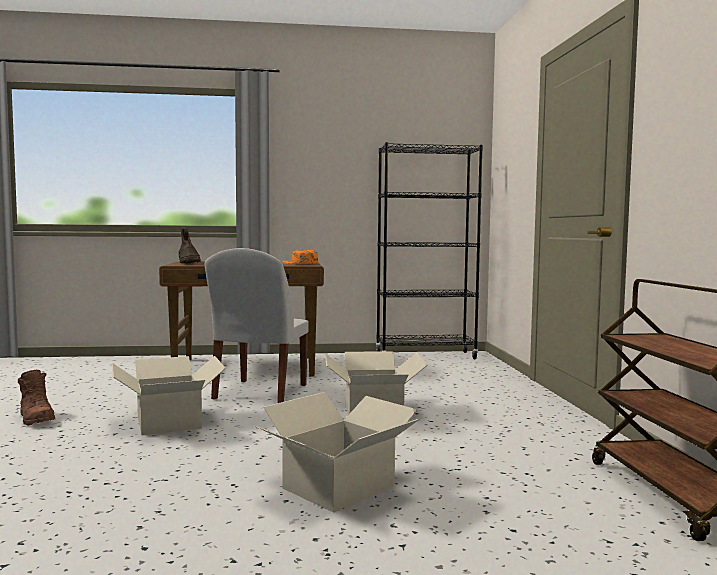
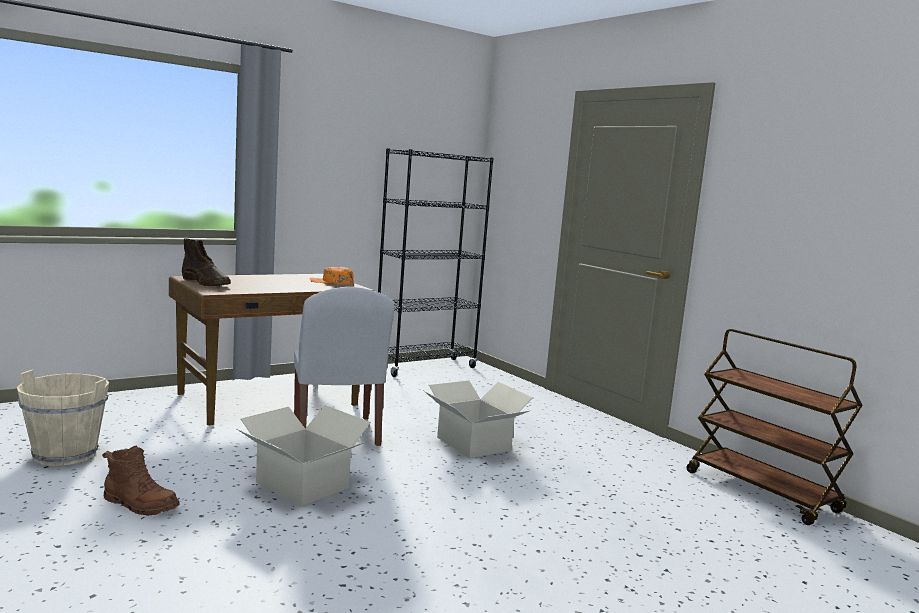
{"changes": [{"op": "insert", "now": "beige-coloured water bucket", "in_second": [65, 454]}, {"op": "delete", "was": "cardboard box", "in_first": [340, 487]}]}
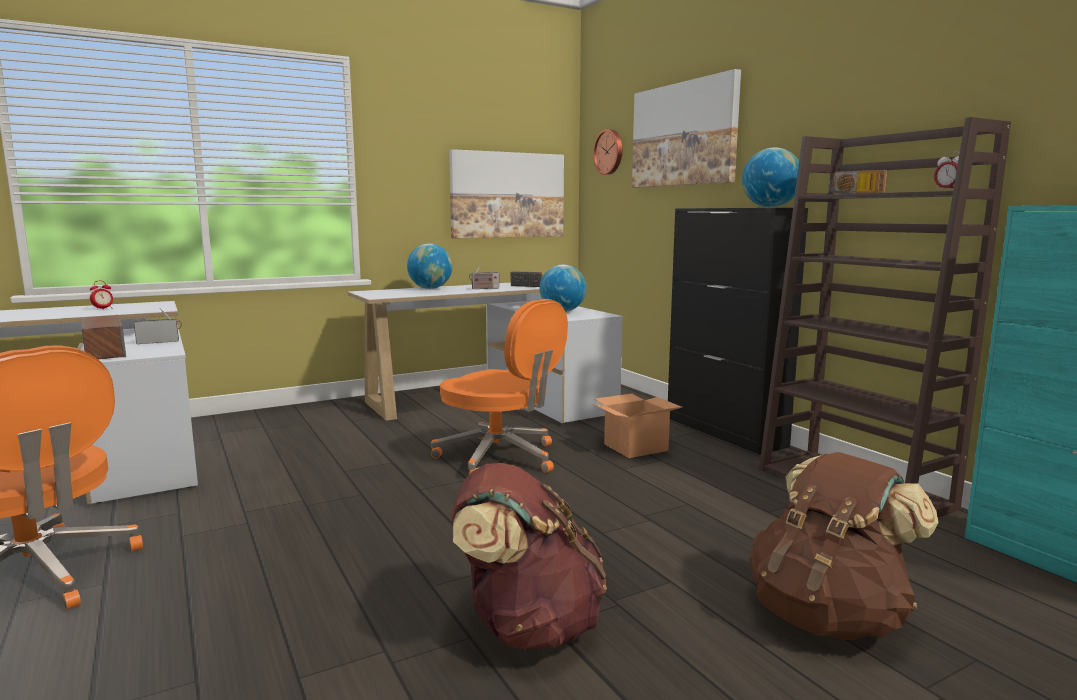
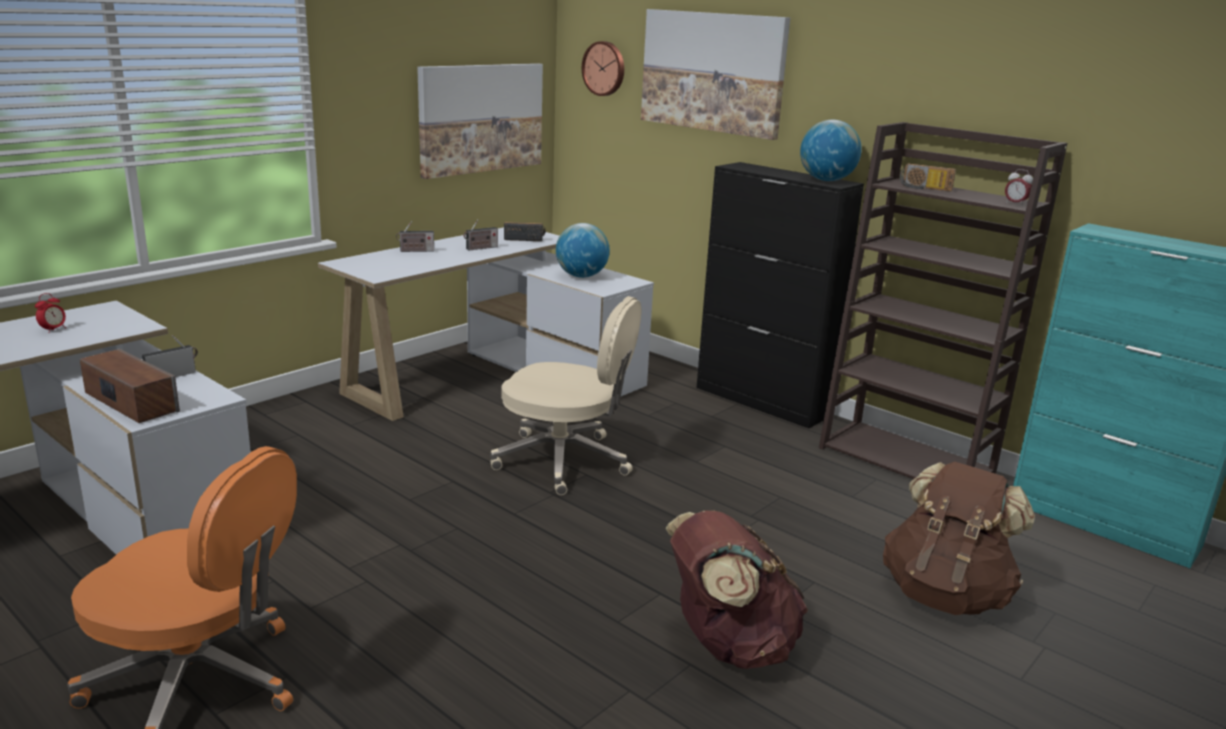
{"changes": [{"op": "replace", "was": "globe", "now": "radio", "in_first": [430, 288], "in_second": [415, 251]}, {"op": "recolor", "was": "orange-coloured office chair", "now": "beige-coloured office chair", "in_first": [500, 458], "in_second": [565, 461]}, {"op": "delete", "was": "cardboard box", "in_first": [635, 447]}]}
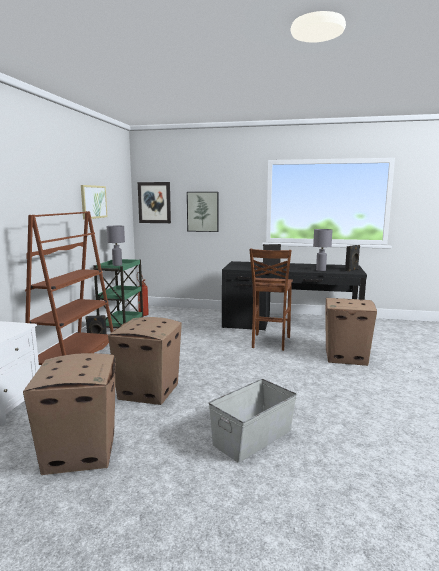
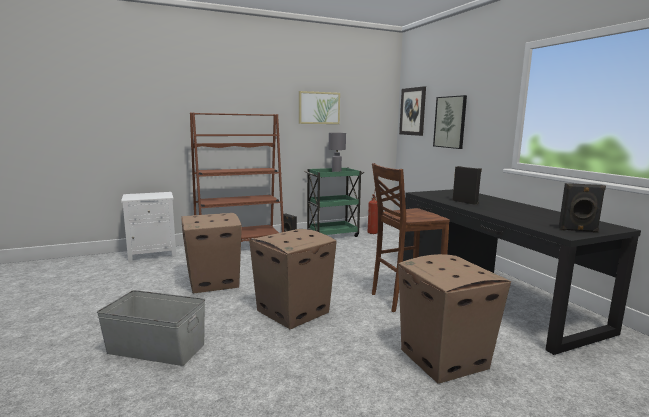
{"changes": [{"op": "move", "was": "cardboard box", "in_first": [80, 451], "in_second": [294, 311]}, {"op": "delete", "was": "greyish lamp for a table", "in_first": [321, 270]}]}
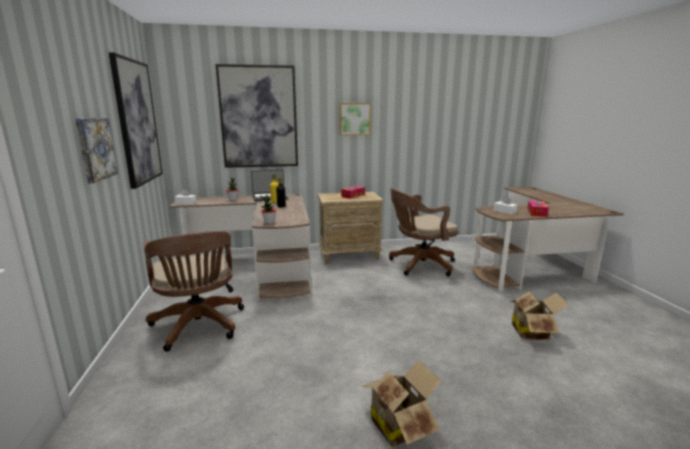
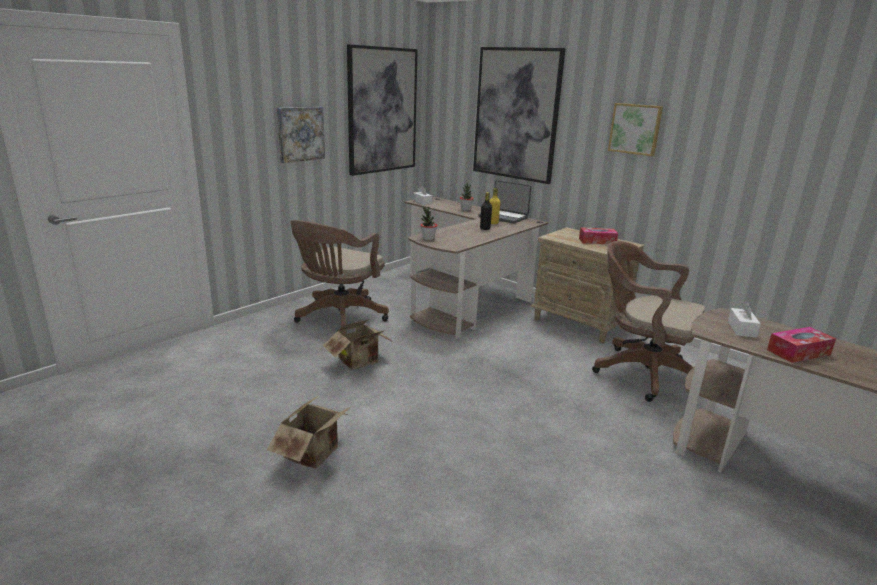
{"changes": [{"op": "move", "was": "cardboard box", "in_first": [532, 332], "in_second": [360, 362]}]}
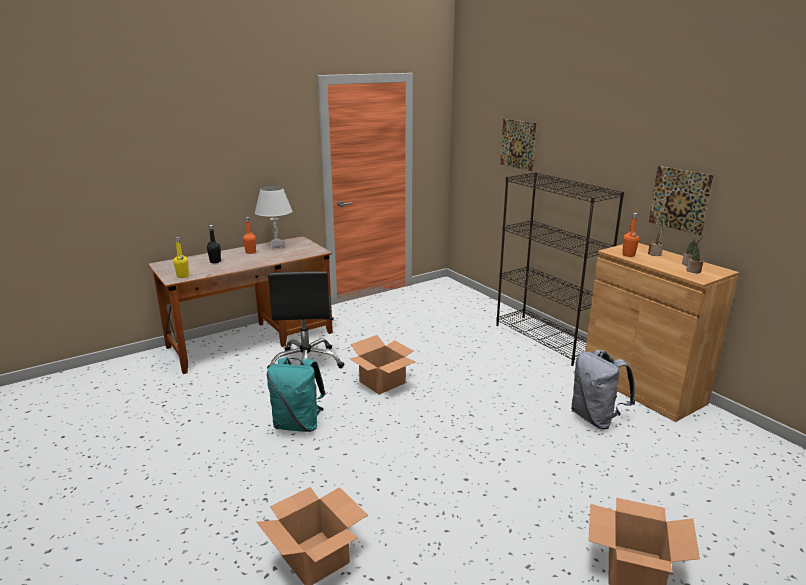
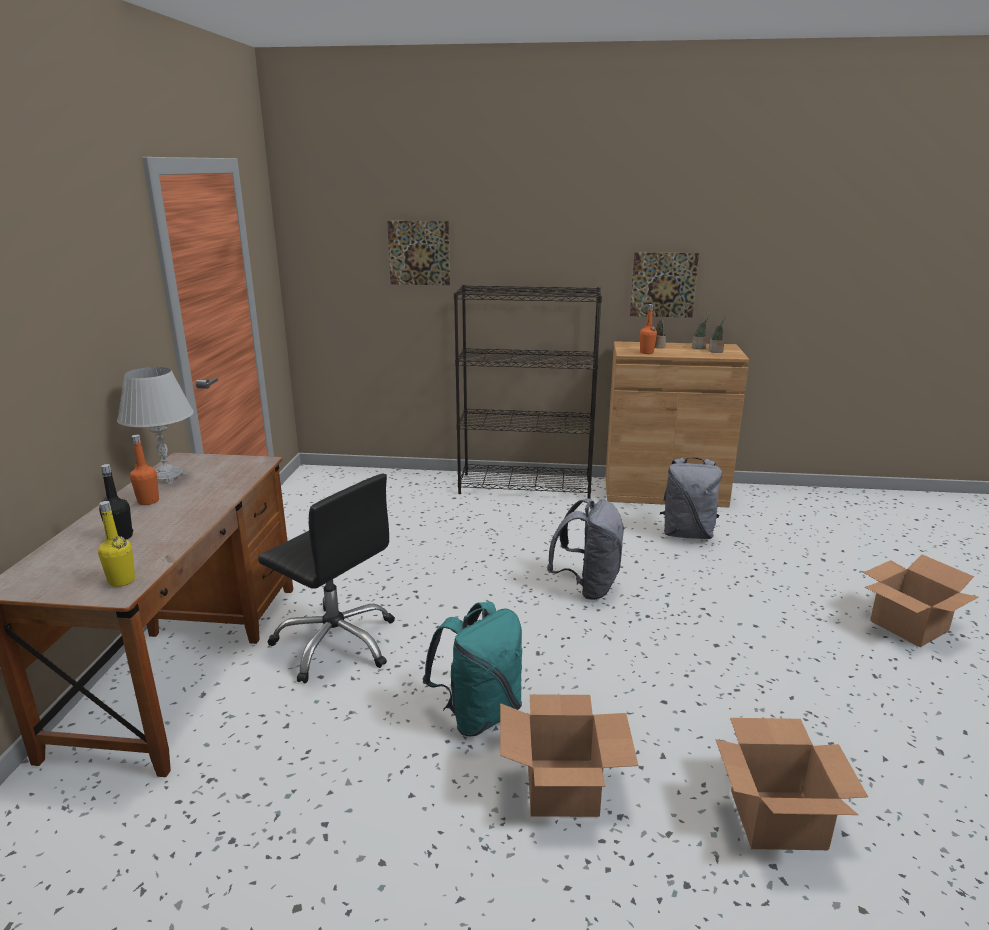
{"changes": [{"op": "move", "was": "cardboard box", "in_first": [382, 382], "in_second": [561, 787]}, {"op": "insert", "now": "greyish knapsack", "in_second": [587, 587]}]}
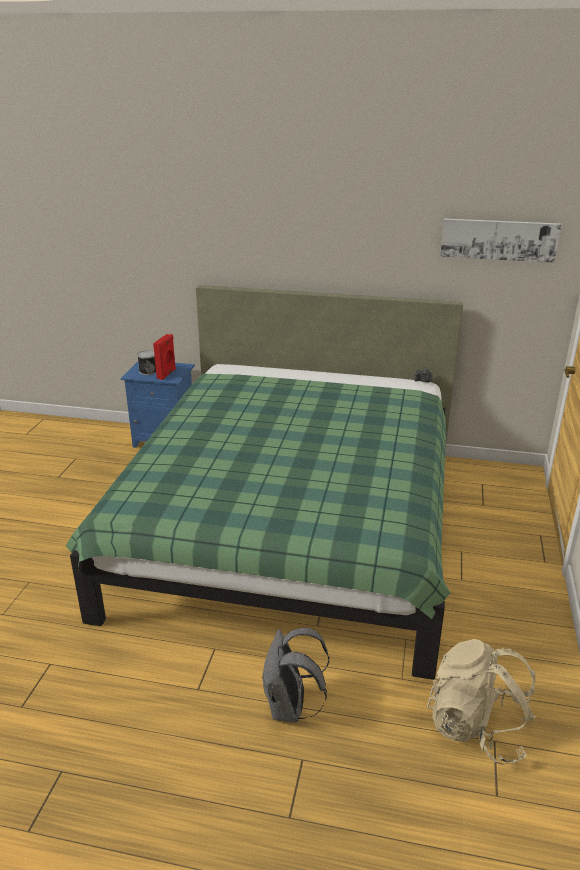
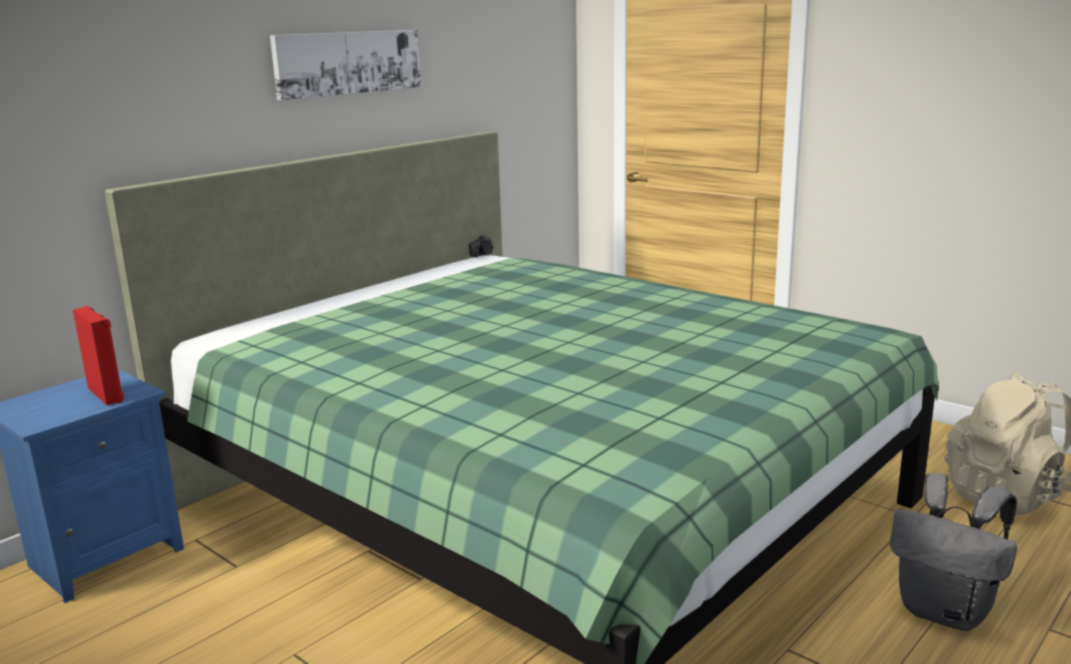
{"changes": [{"op": "move", "was": "picture", "in_first": [498, 239], "in_second": [348, 63]}, {"op": "delete", "was": "can", "in_first": [148, 371]}]}
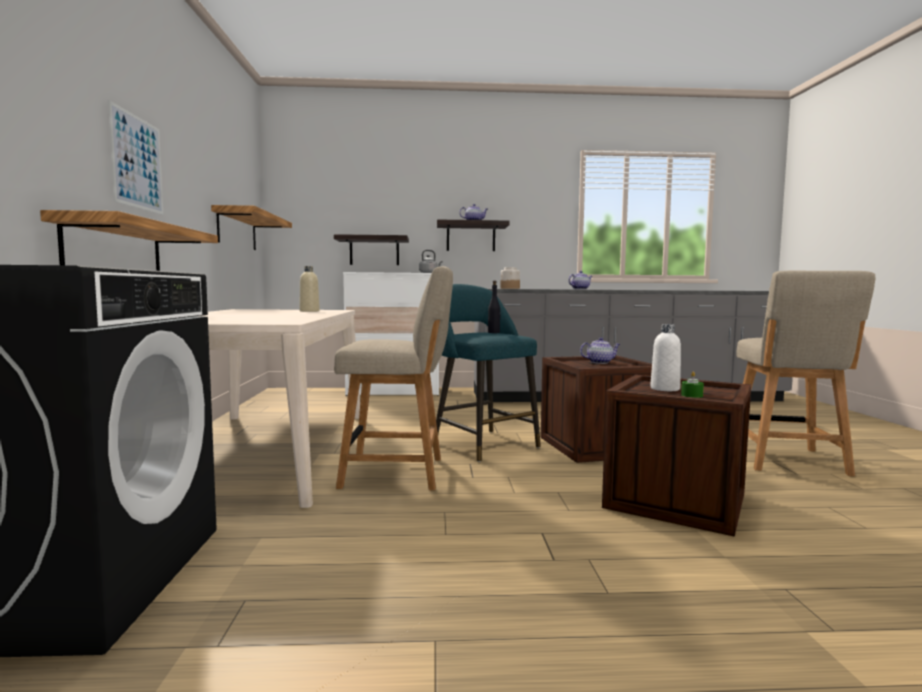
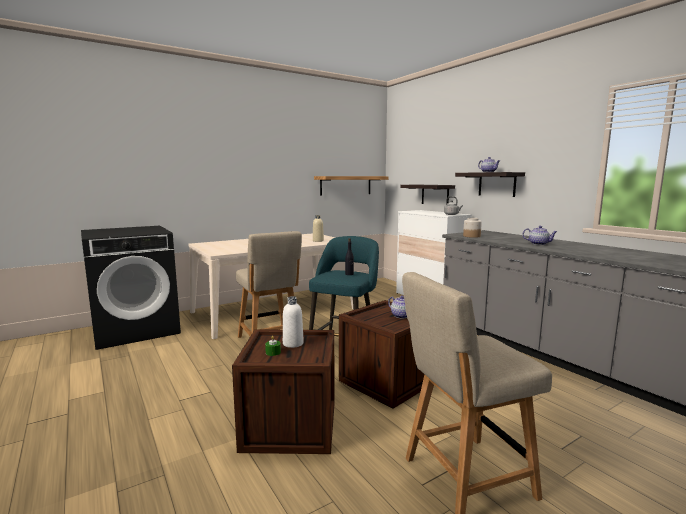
{"changes": [{"op": "delete", "was": "shelf", "in_first": [115, 250]}, {"op": "delete", "was": "picture", "in_first": [137, 162]}]}
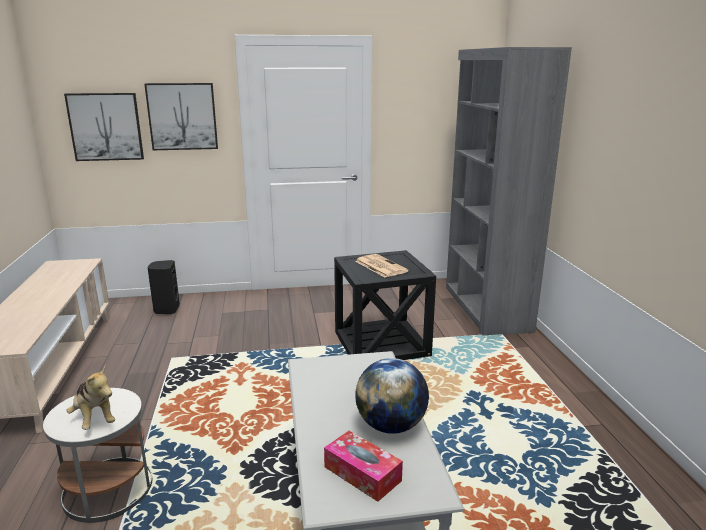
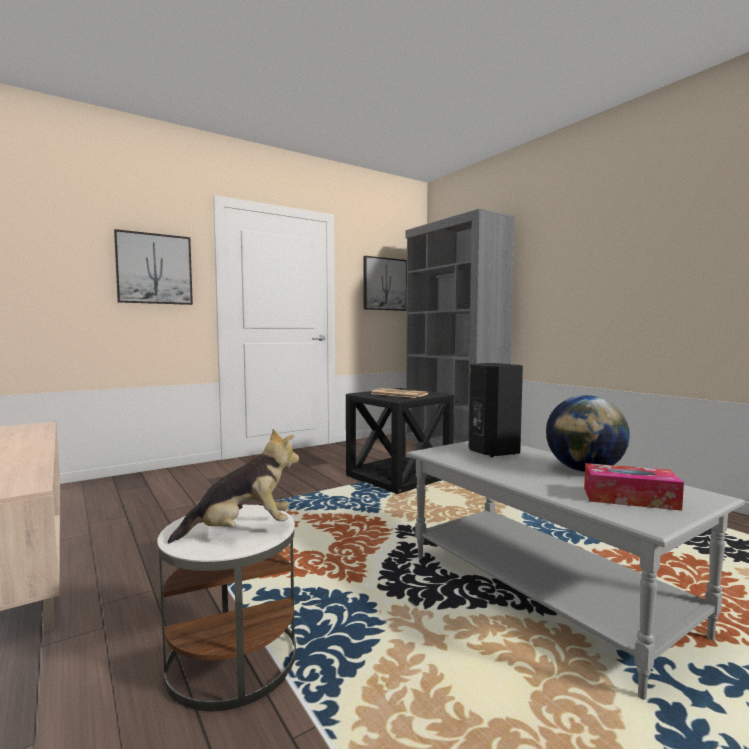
{"changes": [{"op": "rotate", "was": "cuddly toy", "in_first": [94, 418], "in_second": [242, 531], "clockwise": -45}, {"op": "move", "was": "picture", "in_first": [106, 127], "in_second": [384, 284]}, {"op": "move", "was": "black loudspeaker", "in_first": [166, 310], "in_second": [491, 452]}]}
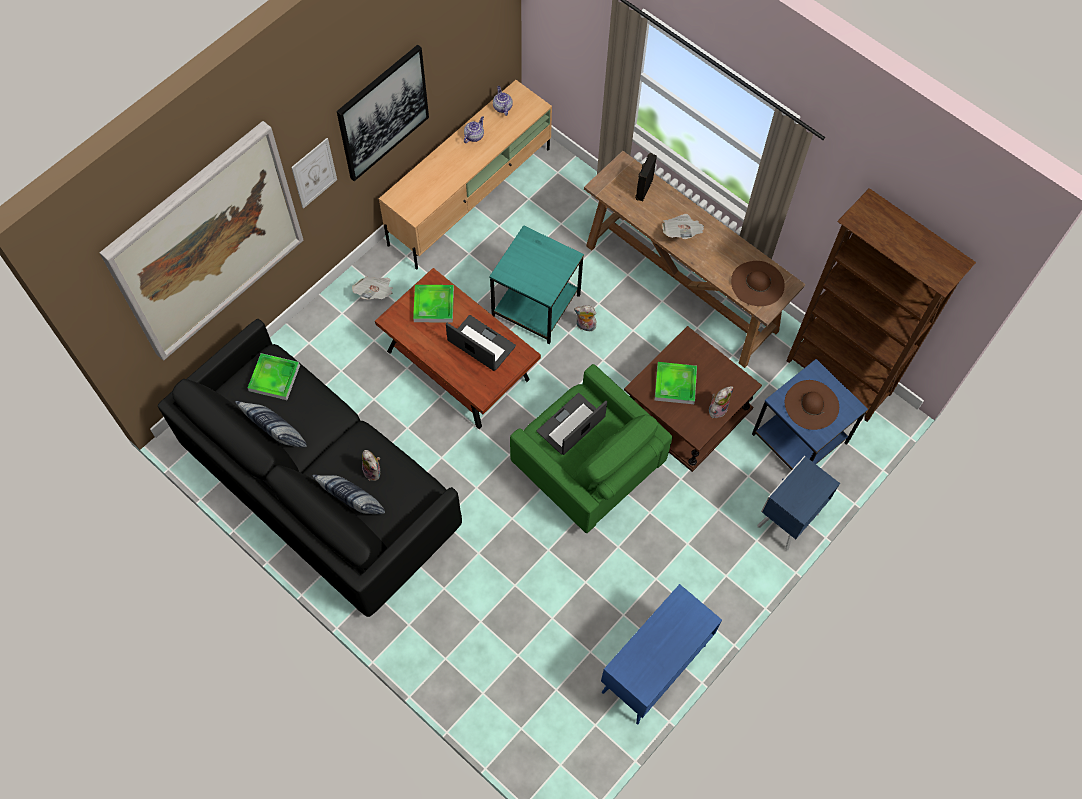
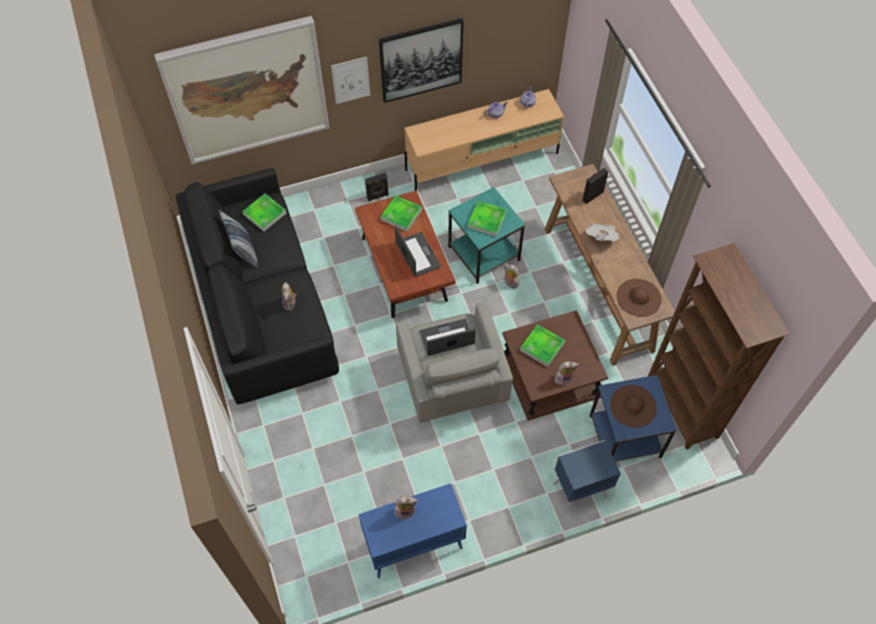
{"changes": [{"op": "replace", "was": "newspaper", "now": "black loudspeaker", "in_first": [375, 293], "in_second": [378, 197]}, {"op": "insert", "now": "cuddly toy", "in_second": [405, 510]}, {"op": "recolor", "was": "green-coloured armchair", "now": "greyish armchair", "in_first": [587, 469], "in_second": [451, 381]}, {"op": "insert", "now": "tray", "in_second": [487, 220]}, {"op": "delete", "was": "cushion", "in_first": [353, 504]}]}
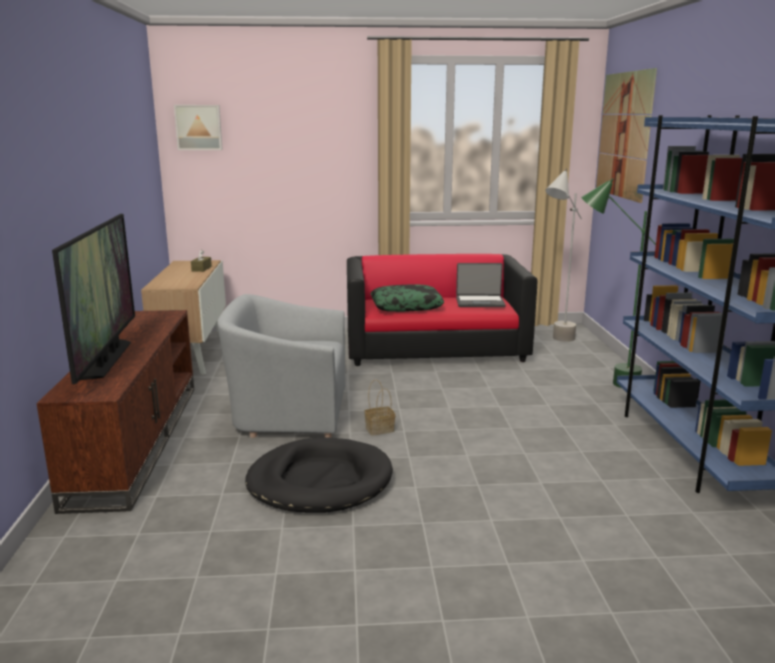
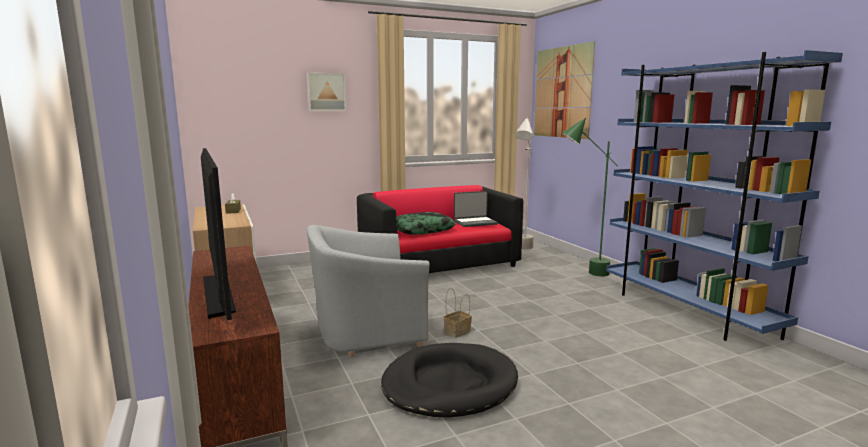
{"changes": [{"op": "move", "was": "picture", "in_first": [199, 127], "in_second": [326, 92]}]}
